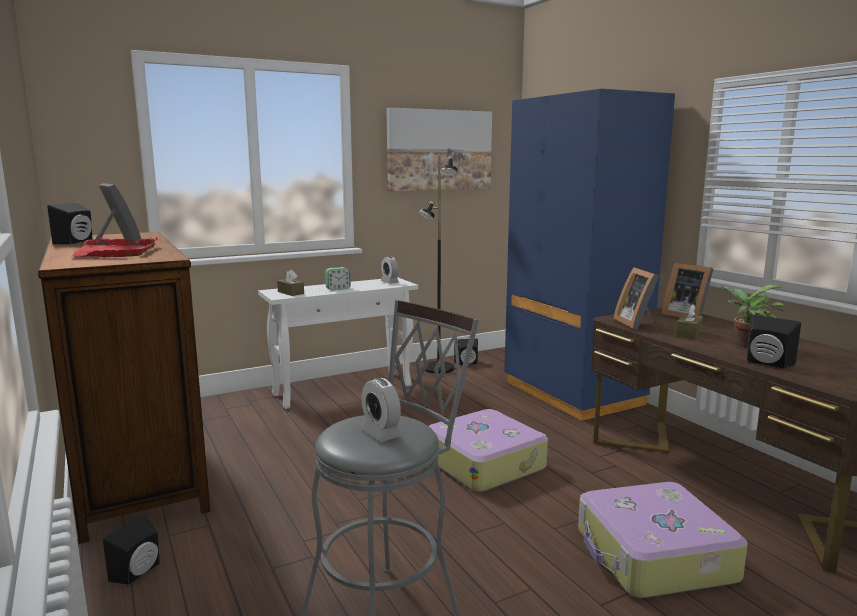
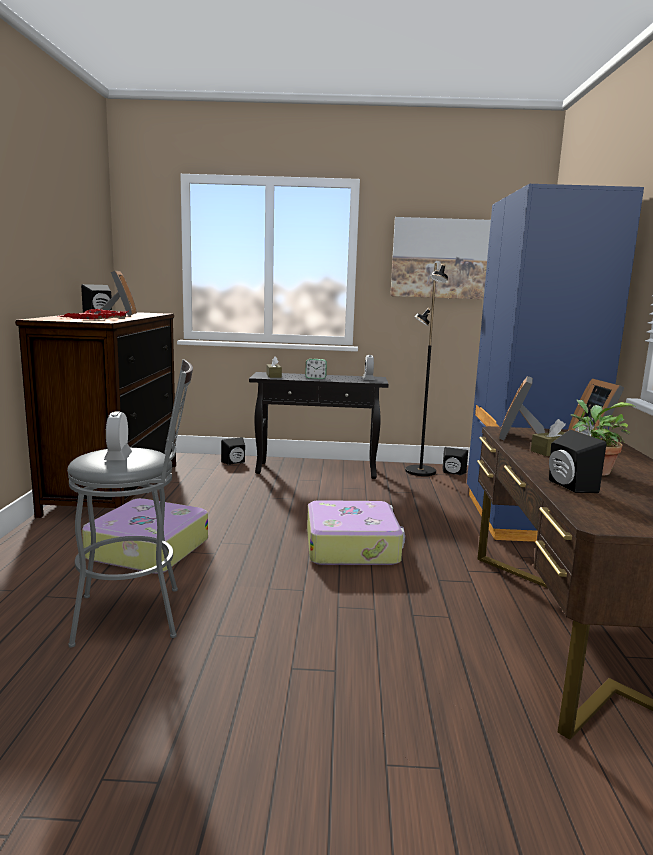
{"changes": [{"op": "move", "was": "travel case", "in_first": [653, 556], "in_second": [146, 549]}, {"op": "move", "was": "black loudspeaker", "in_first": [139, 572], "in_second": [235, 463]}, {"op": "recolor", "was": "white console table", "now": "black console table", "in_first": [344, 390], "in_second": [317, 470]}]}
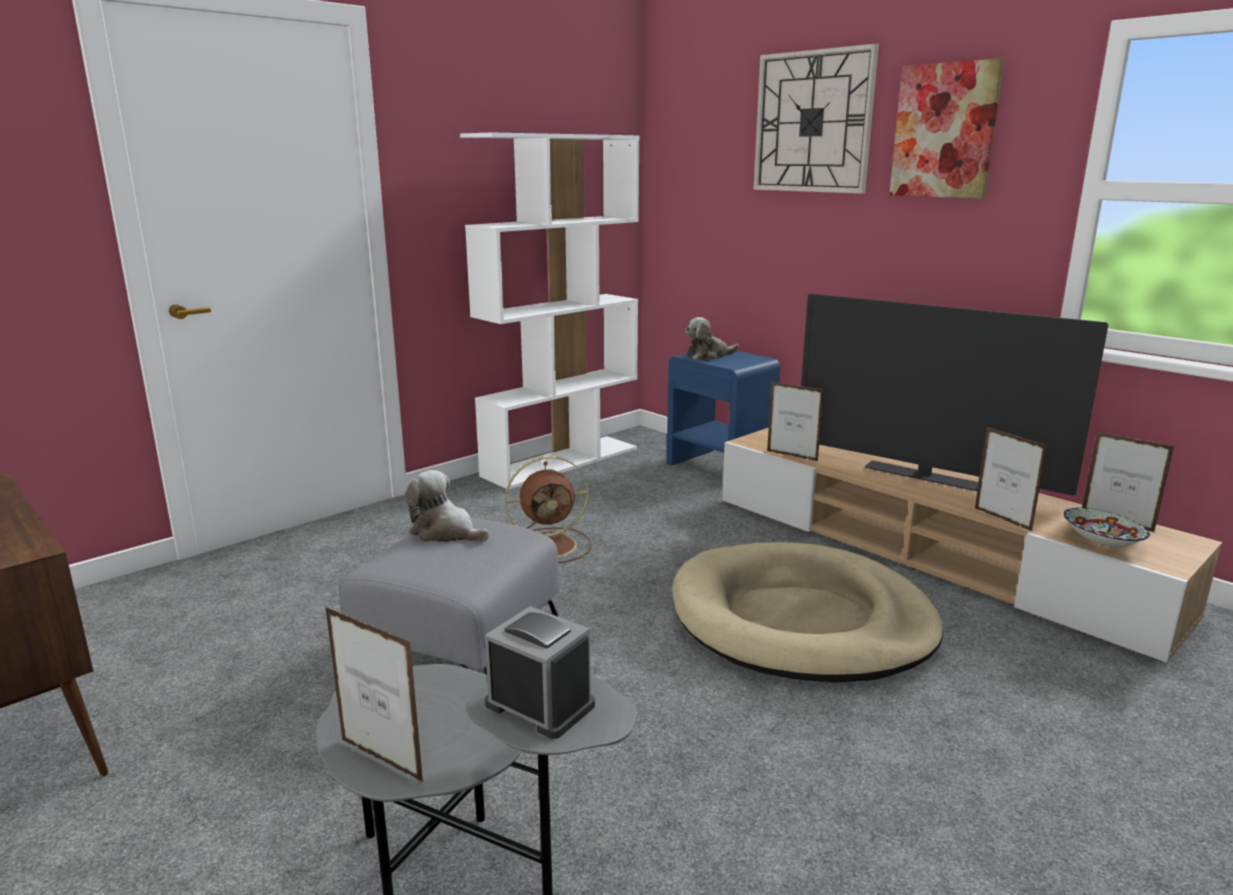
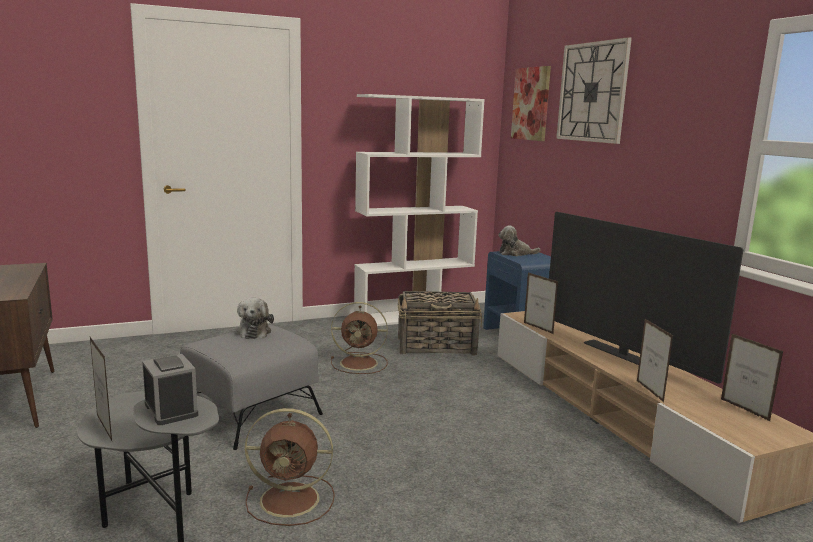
{"changes": [{"op": "rotate", "was": "cuddly toy", "in_first": [445, 532], "in_second": [253, 332], "clockwise": -150}, {"op": "insert", "now": "brown-coloured electric fan", "in_second": [292, 500]}, {"op": "insert", "now": "basket", "in_second": [437, 346]}, {"op": "move", "was": "picture", "in_first": [944, 131], "in_second": [531, 104]}, {"op": "delete", "was": "beige-coloured pet bed", "in_first": [801, 620]}, {"op": "delete", "was": "deep dish", "in_first": [1100, 544]}]}
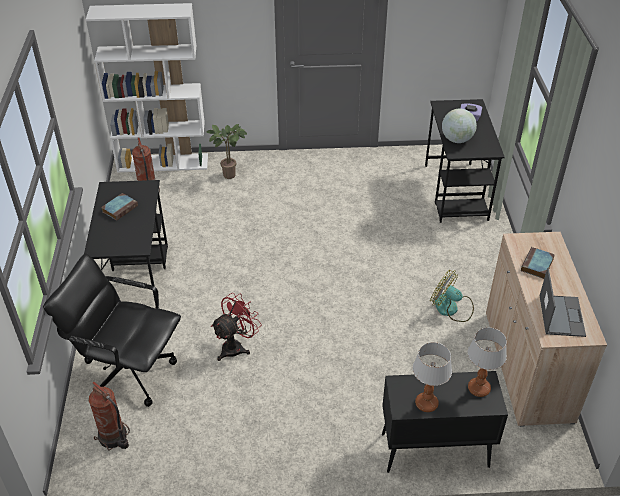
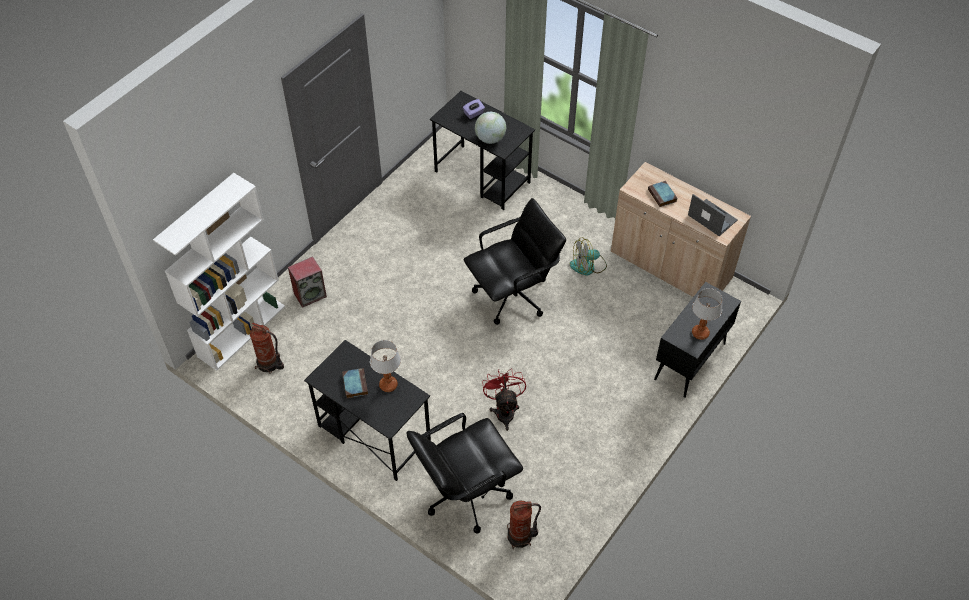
{"changes": [{"op": "replace", "was": "plant in a pot", "now": "loudspeaker", "in_first": [231, 174], "in_second": [310, 294]}, {"op": "move", "was": "lamp for a table", "in_first": [479, 389], "in_second": [388, 385]}, {"op": "insert", "now": "black office chair", "in_second": [513, 295]}]}
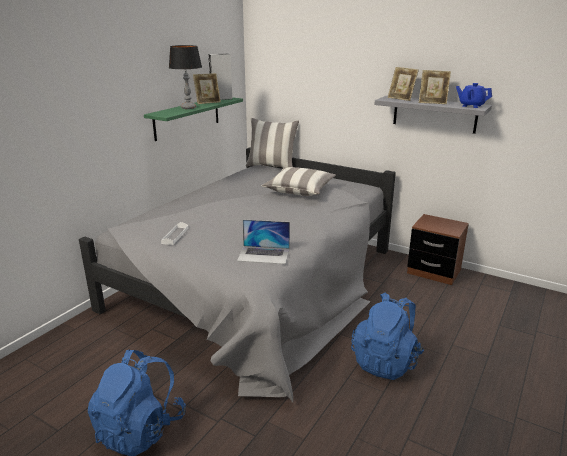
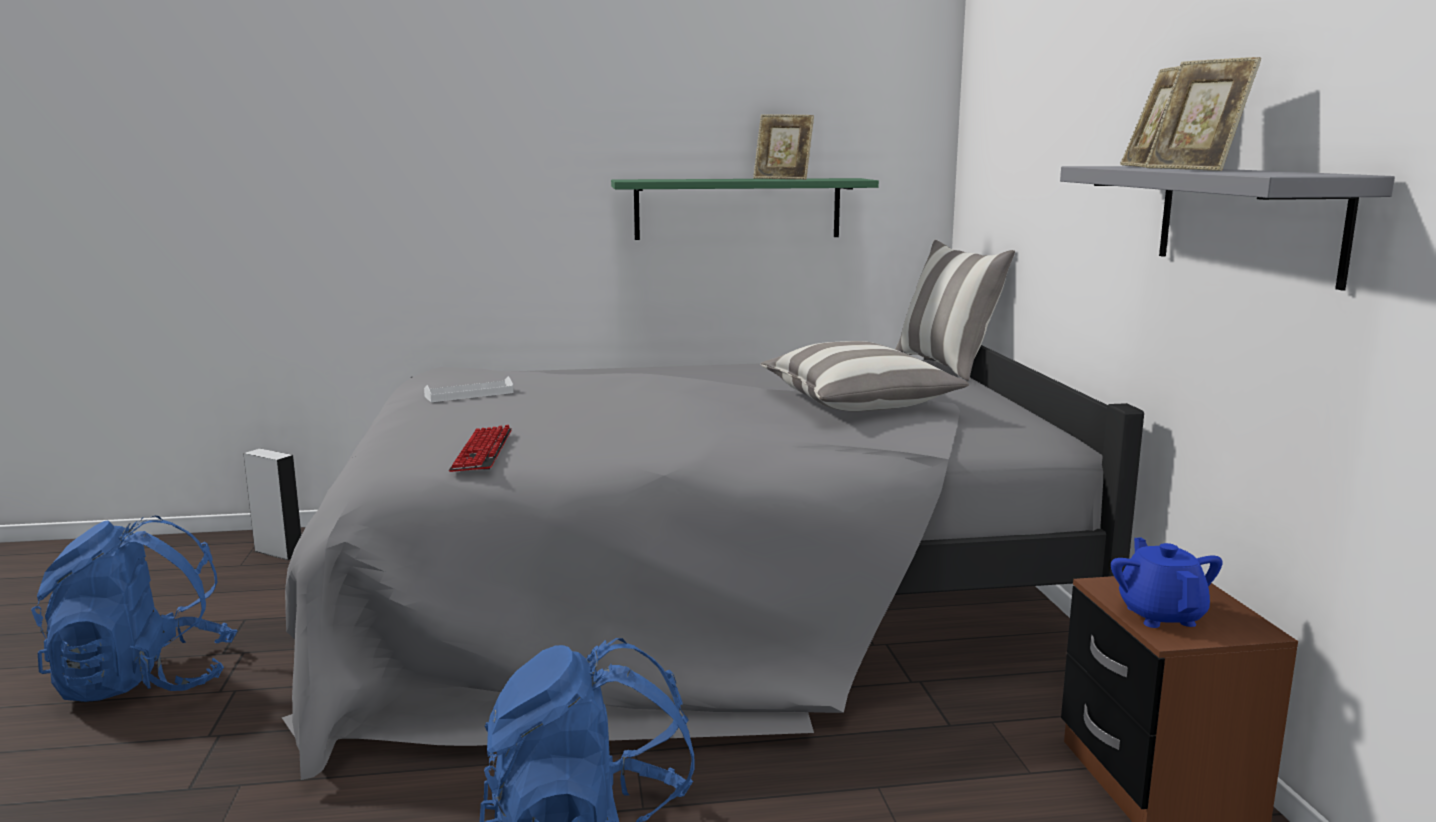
{"changes": [{"op": "move", "was": "greyish loudspeaker", "in_first": [221, 99], "in_second": [279, 552]}, {"op": "replace", "was": "notebook computer", "now": "computer keyboard", "in_first": [264, 254], "in_second": [482, 452]}, {"op": "move", "was": "bluish pot for tea", "in_first": [471, 106], "in_second": [1161, 615]}, {"op": "delete", "was": "lamp for a table", "in_first": [188, 108]}]}
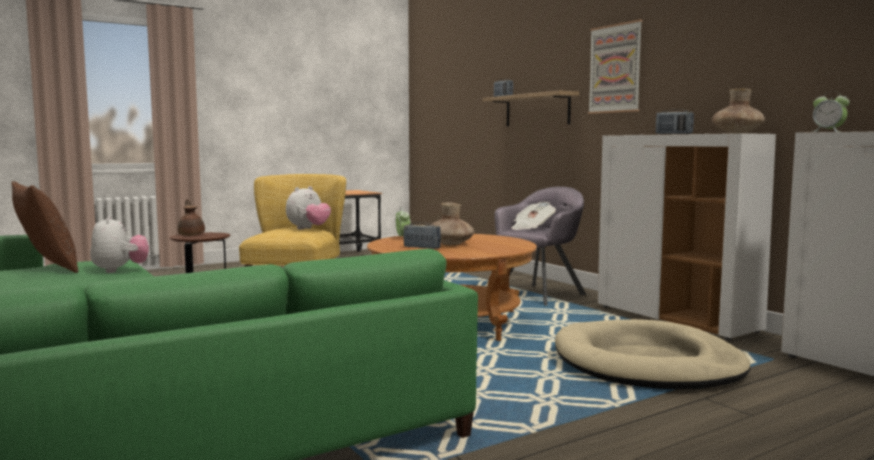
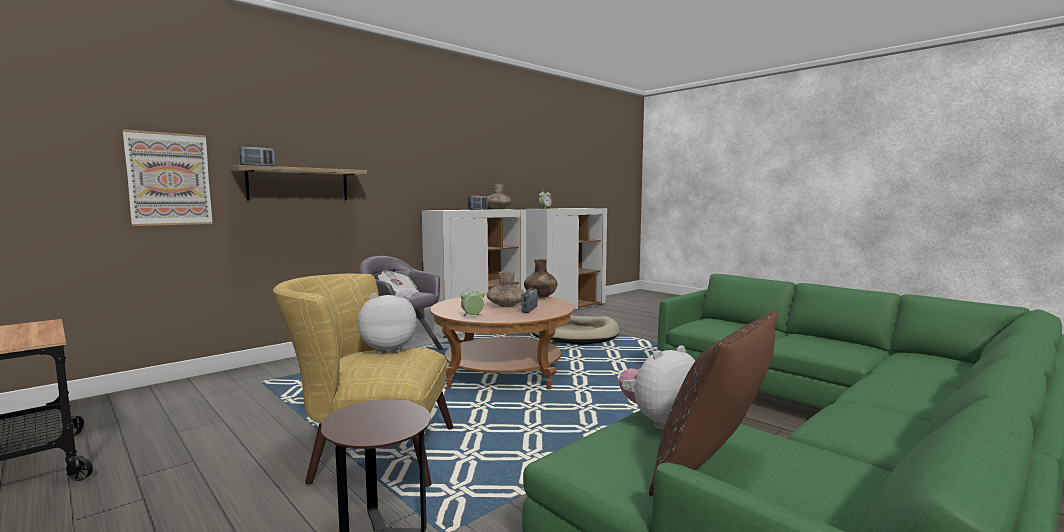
{"changes": [{"op": "move", "was": "picture", "in_first": [615, 69], "in_second": [169, 179]}, {"op": "rotate", "was": "cuddly toy", "in_first": [308, 229], "in_second": [388, 349], "clockwise": -45}, {"op": "insert", "now": "brown-coloured decorative vase", "in_second": [540, 297]}, {"op": "delete", "was": "brown-coloured pot for tea", "in_first": [191, 234]}]}
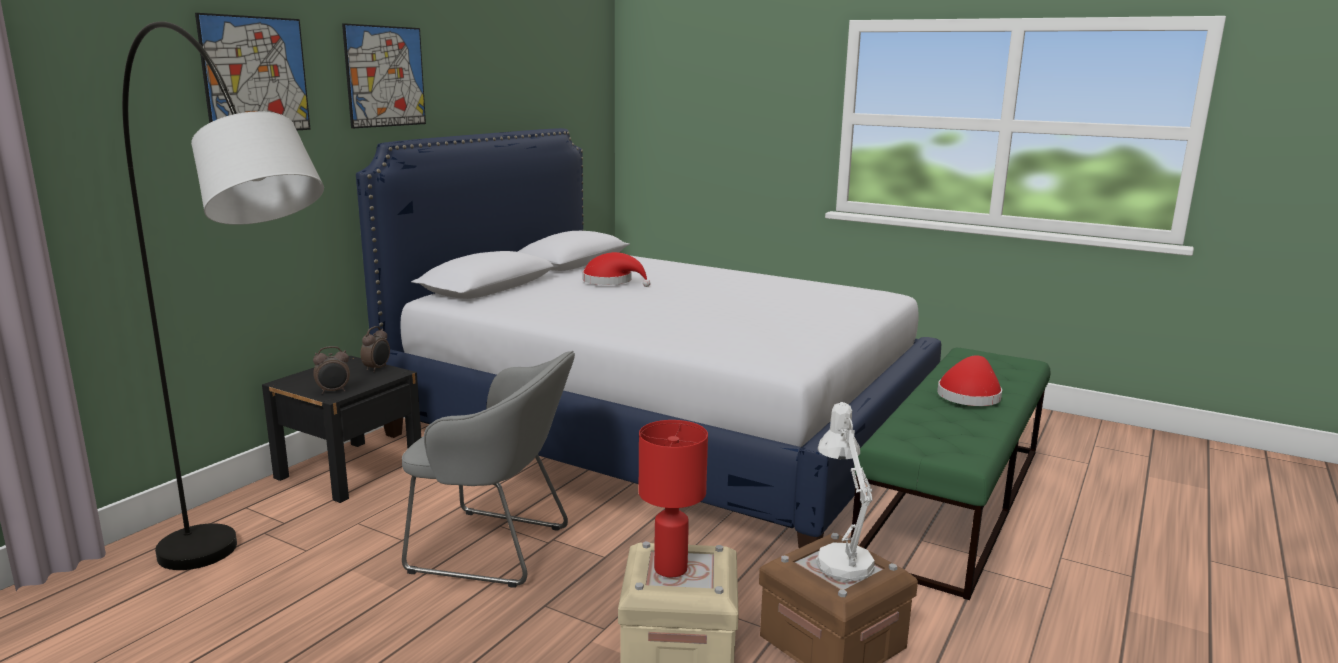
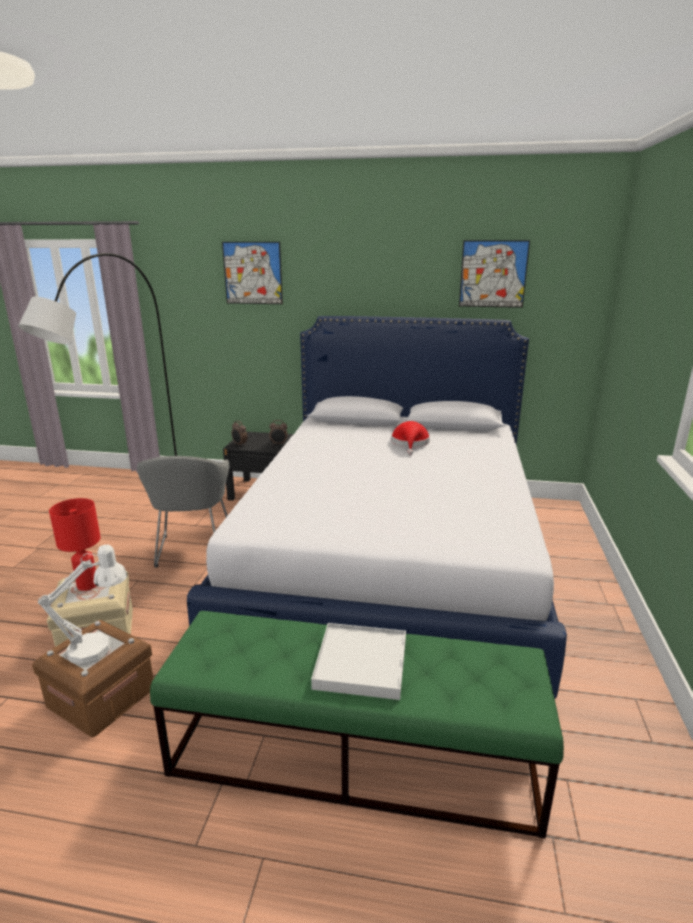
{"changes": [{"op": "replace", "was": "red-coloured hat", "now": "white tray", "in_first": [969, 395], "in_second": [361, 663]}, {"op": "move", "was": "picture", "in_first": [385, 76], "in_second": [493, 274]}]}
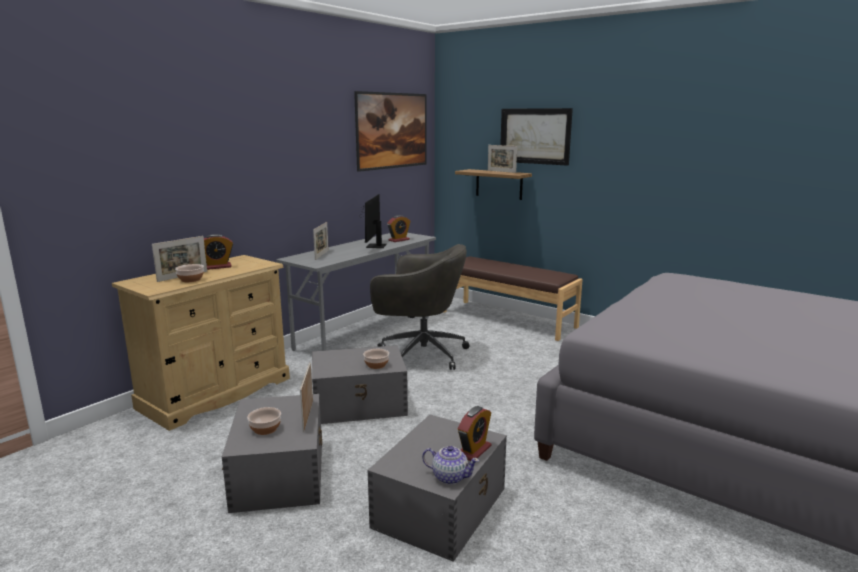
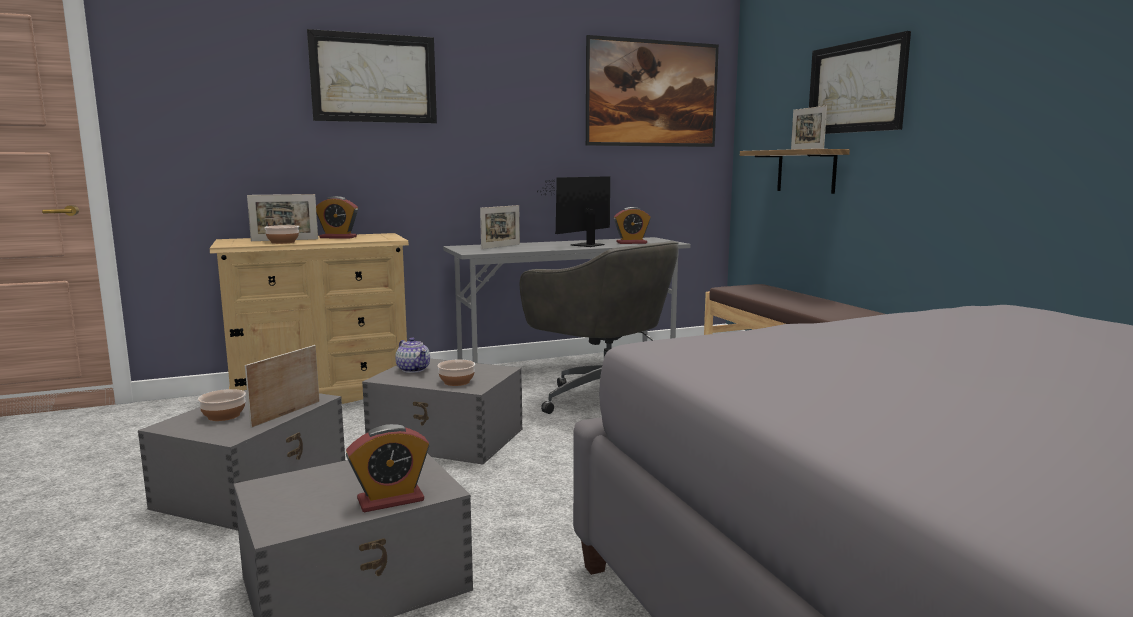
{"changes": [{"op": "insert", "now": "picture", "in_second": [374, 78]}, {"op": "move", "was": "pot for tea", "in_first": [449, 477], "in_second": [413, 369]}]}
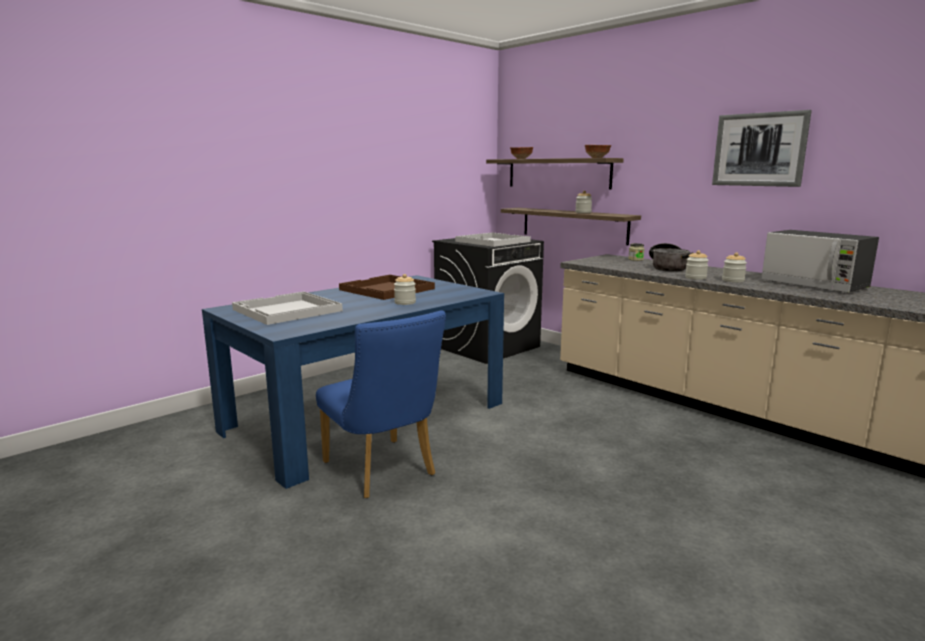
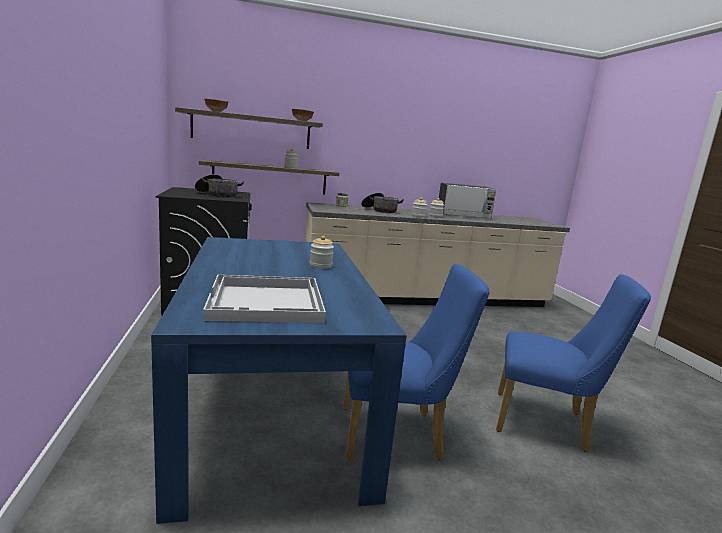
{"changes": [{"op": "replace", "was": "white tray", "now": "stockpot", "in_first": [492, 241], "in_second": [217, 195]}, {"op": "insert", "now": "bluish upright chair", "in_second": [548, 423]}, {"op": "delete", "was": "brown-coloured tray", "in_first": [387, 289]}, {"op": "delete", "was": "picture", "in_first": [759, 149]}]}
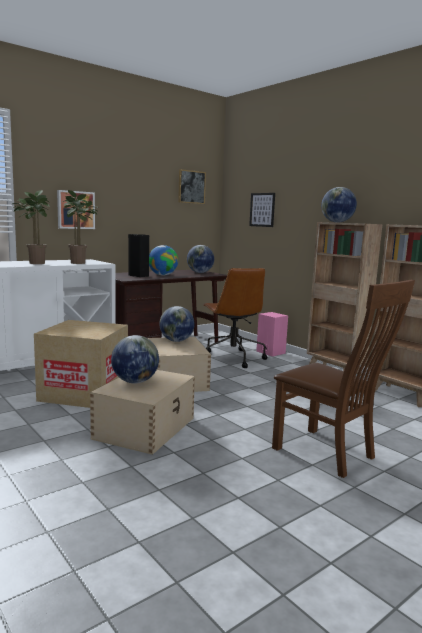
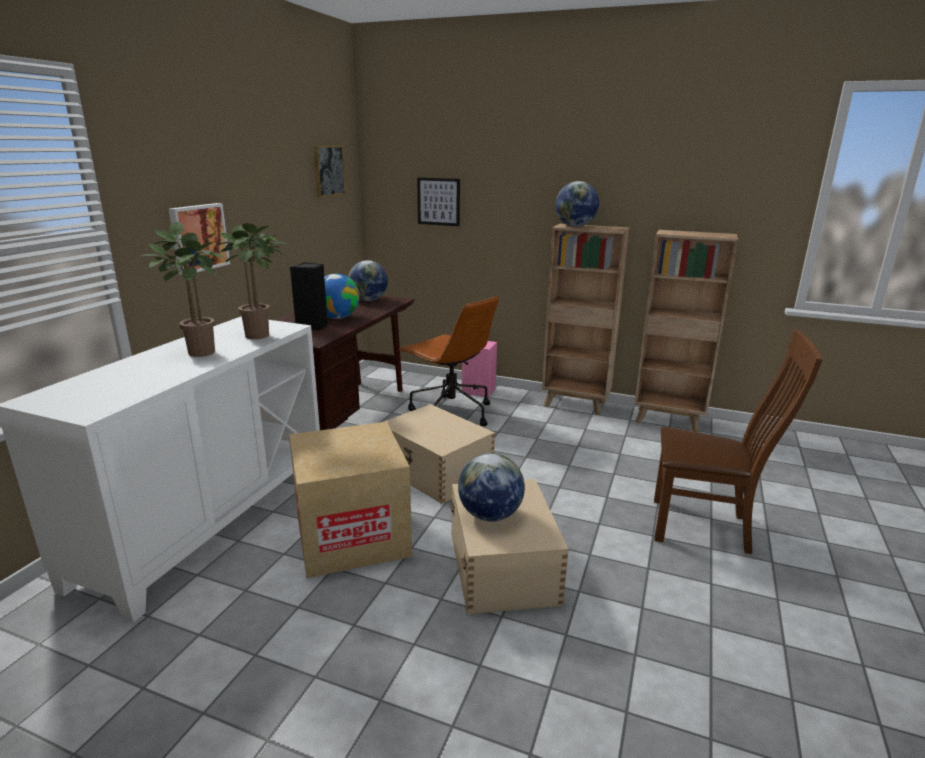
{"changes": [{"op": "delete", "was": "globe", "in_first": [176, 341]}]}
